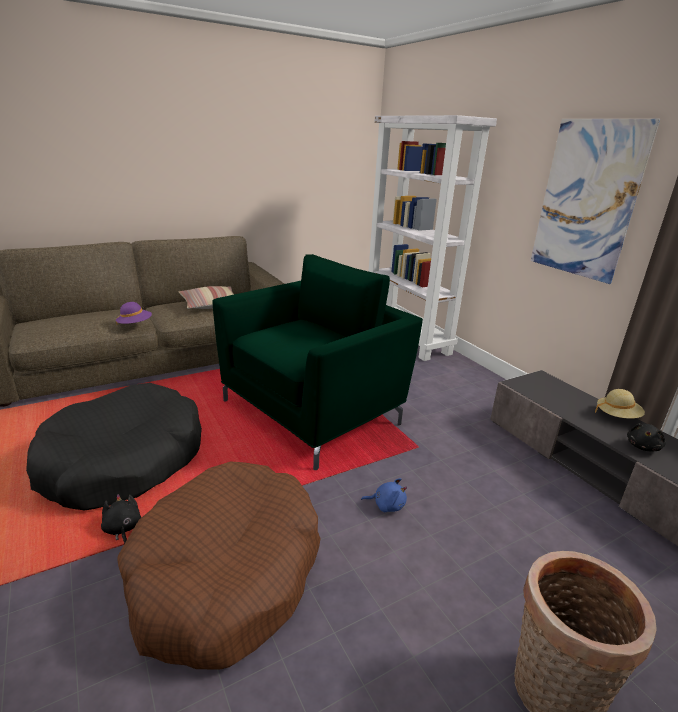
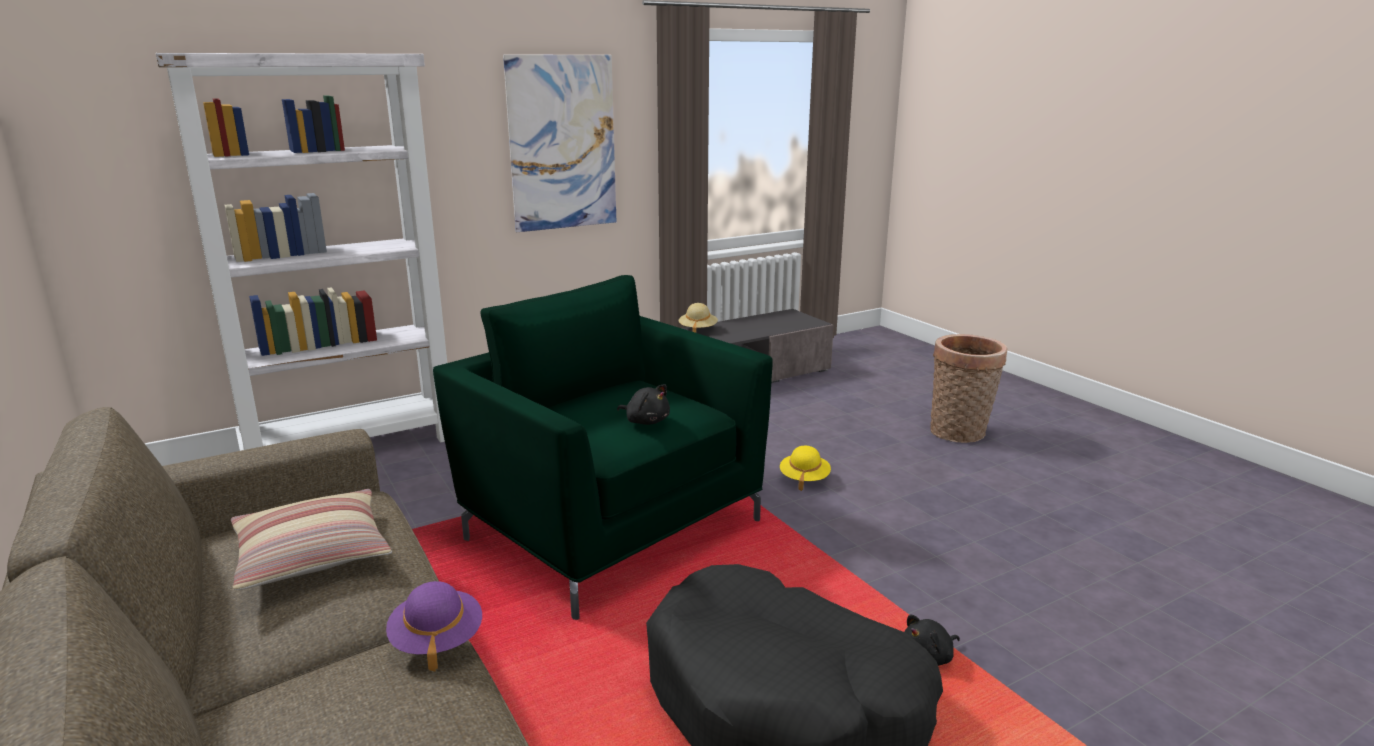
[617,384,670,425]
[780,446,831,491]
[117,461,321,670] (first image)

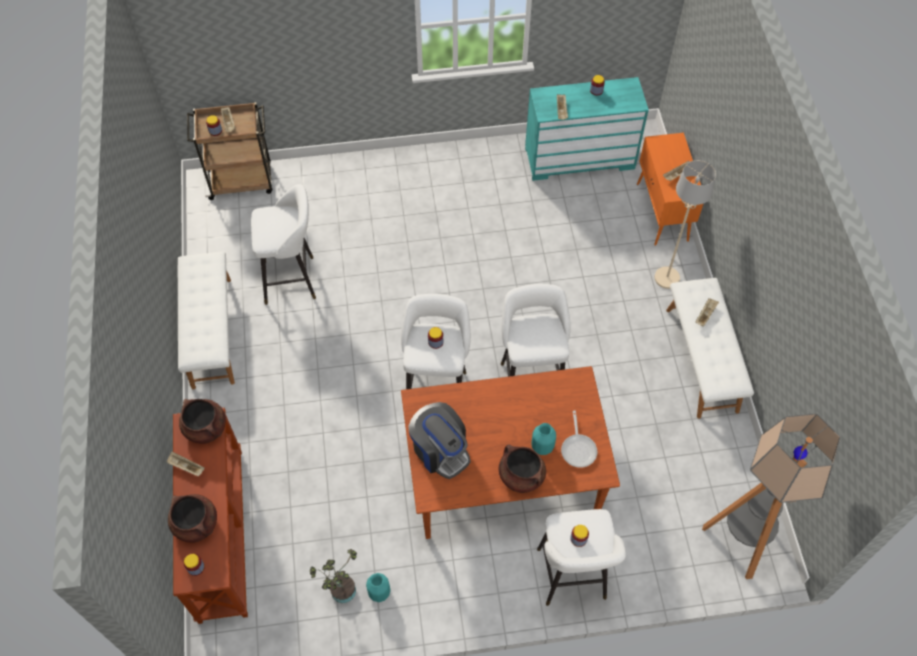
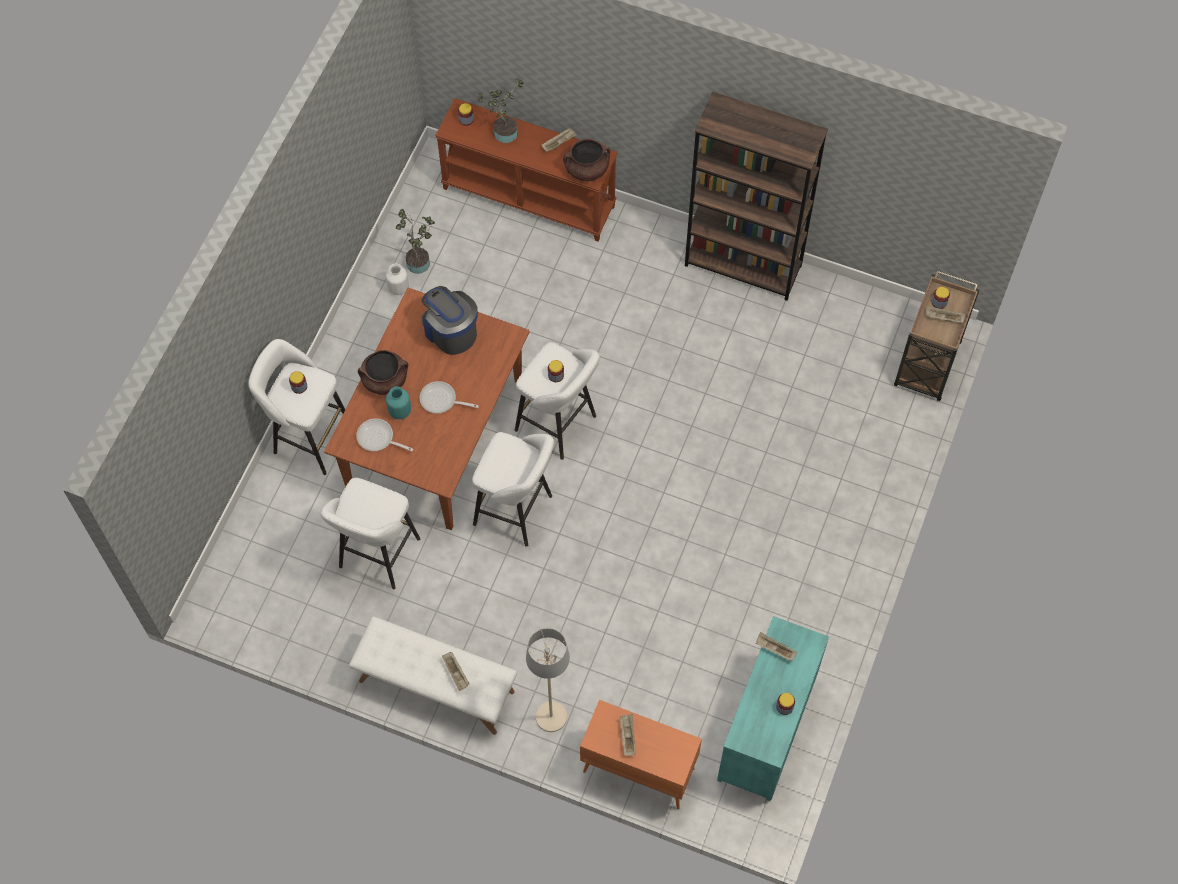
[321,478,420,589]
[386,263,409,295]
[420,381,479,413]
[421,286,478,355]
[477,79,524,143]
[685,92,828,301]
[702,413,841,579] (first image)

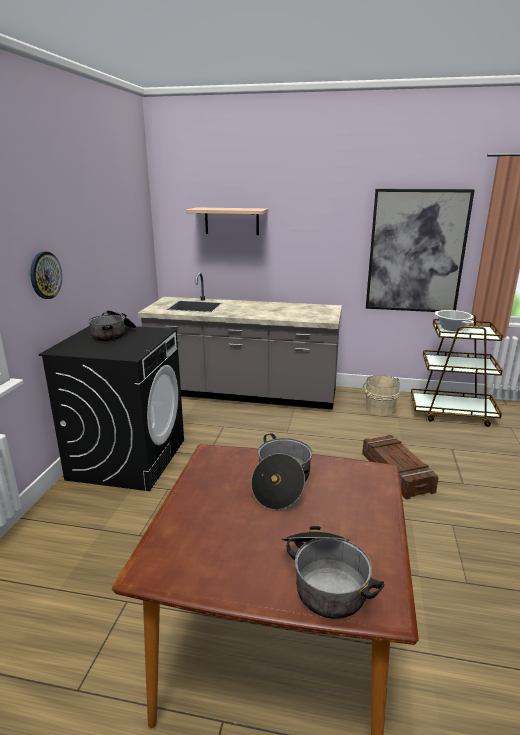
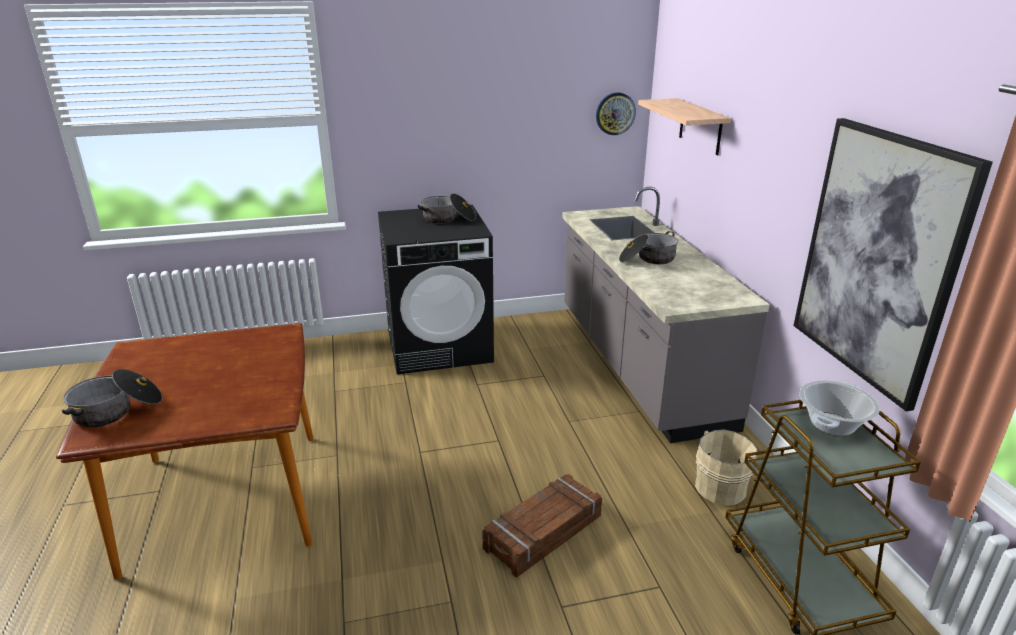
[596,92,636,135]
[619,231,678,264]

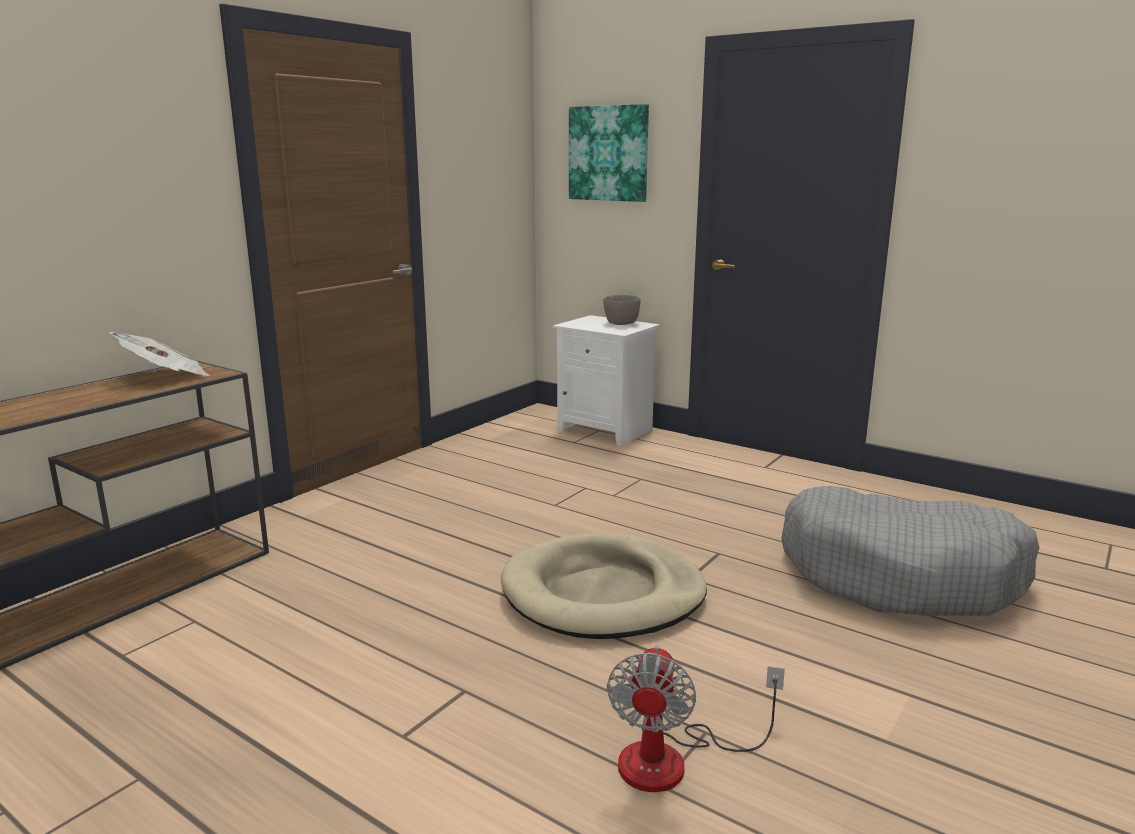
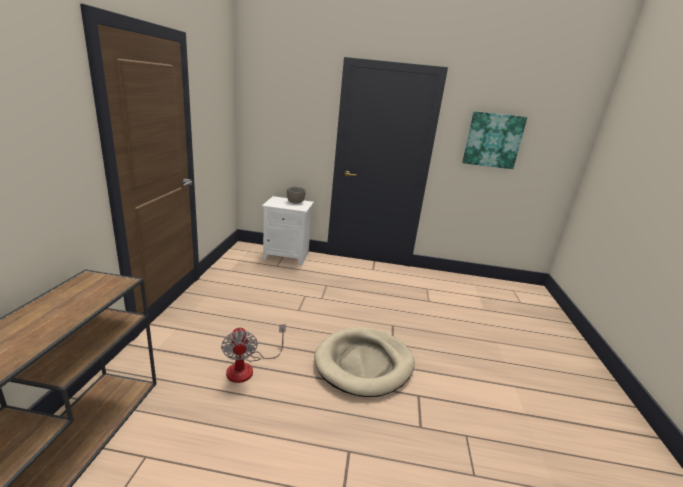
[221,324,286,383]
[462,111,527,169]
[110,332,209,376] (first image)
[781,486,1039,616] (first image)

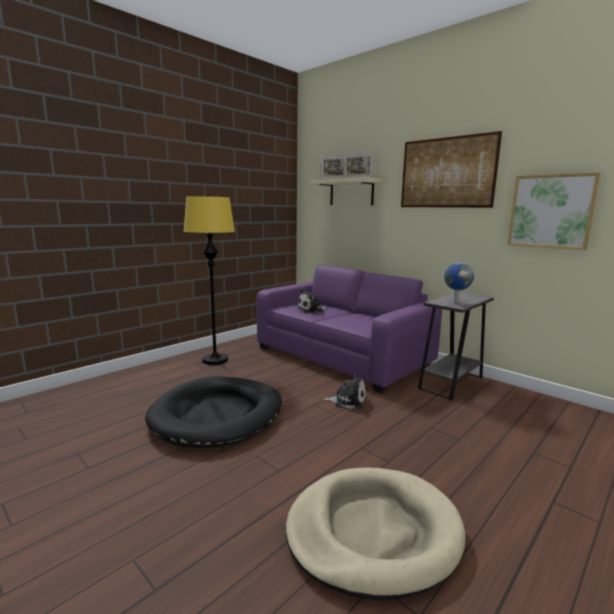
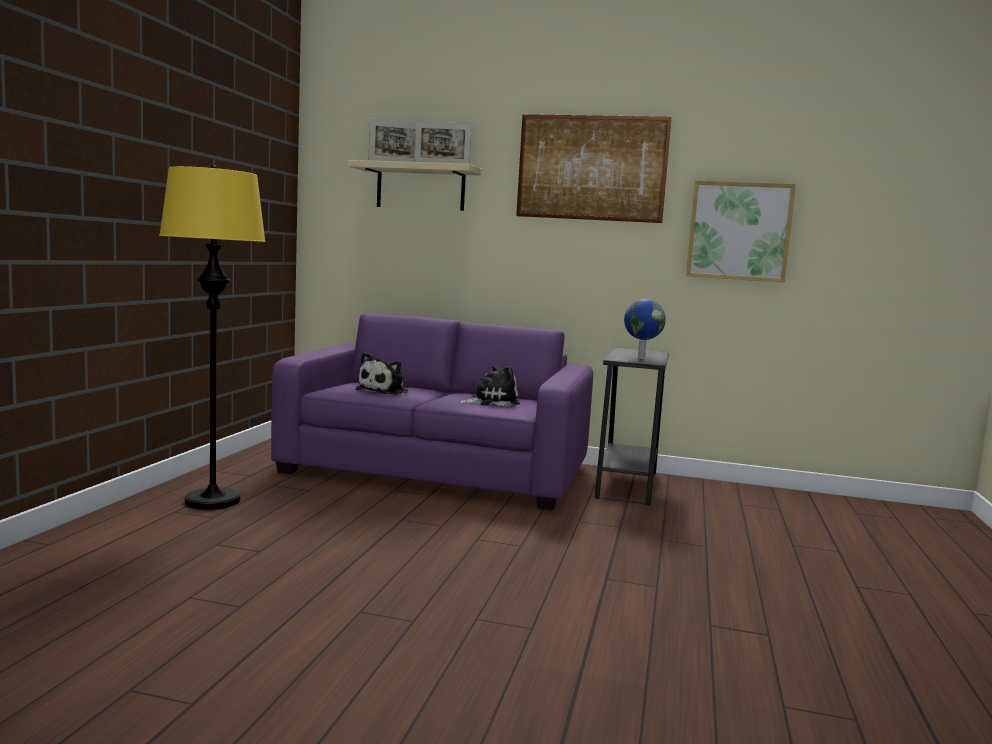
[459,365,520,407]
[145,376,282,448] (first image)
[286,468,466,600] (first image)

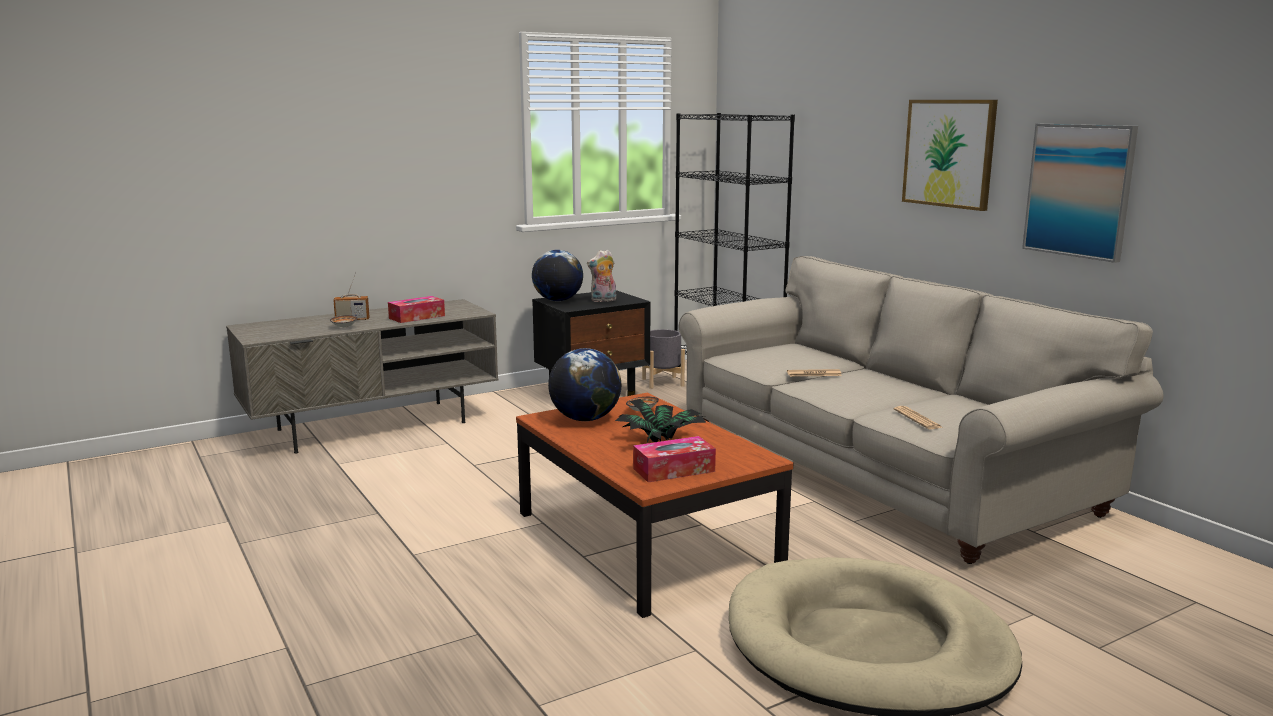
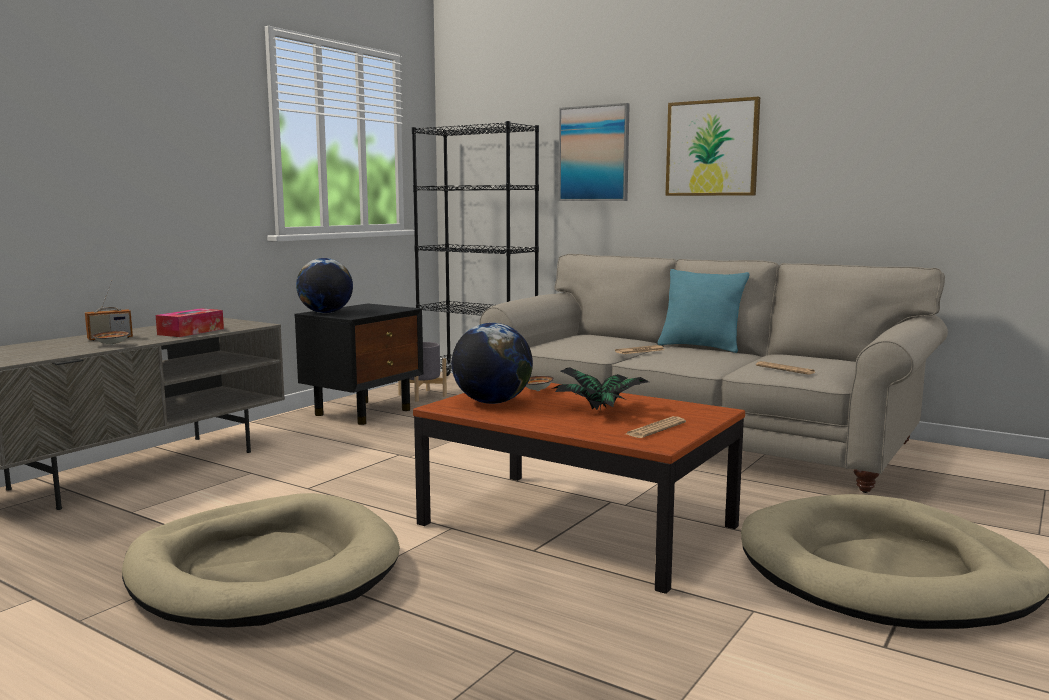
[122,493,400,627]
[559,103,630,201]
[626,416,686,438]
[658,269,749,353]
[587,250,616,302] (first image)

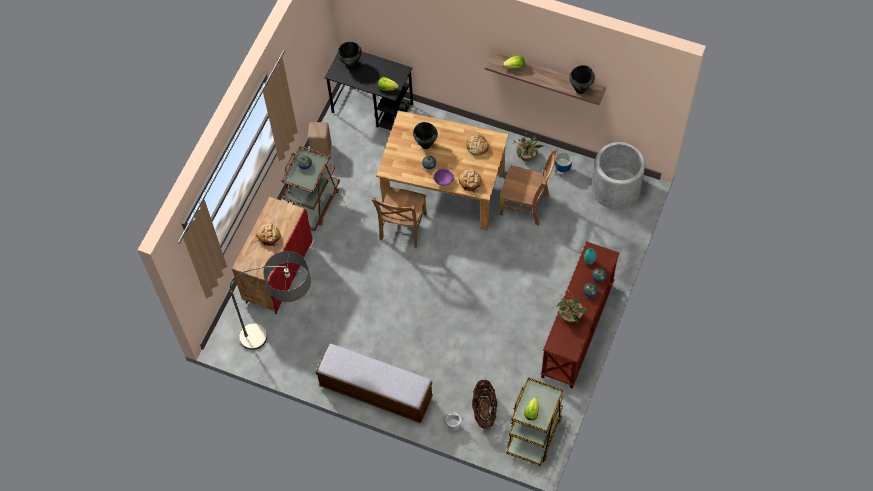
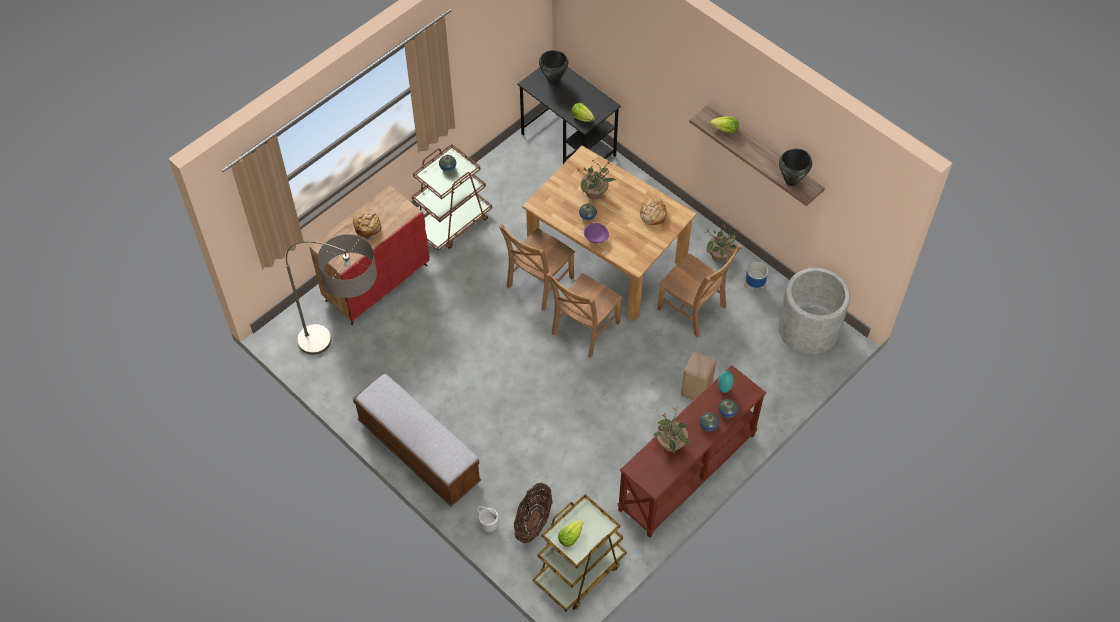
[546,272,623,358]
[576,159,616,200]
[681,352,716,401]
[458,169,482,194] (first image)

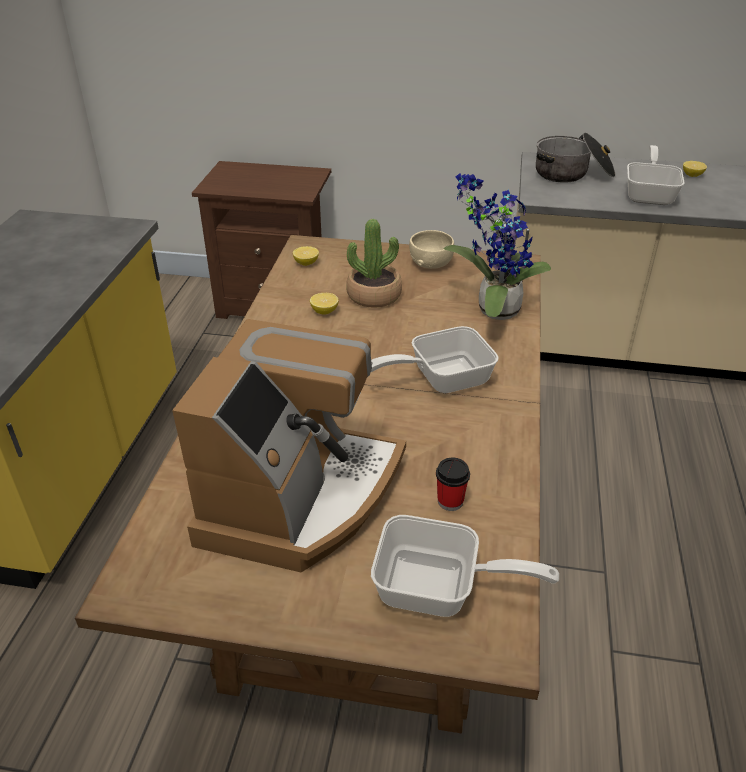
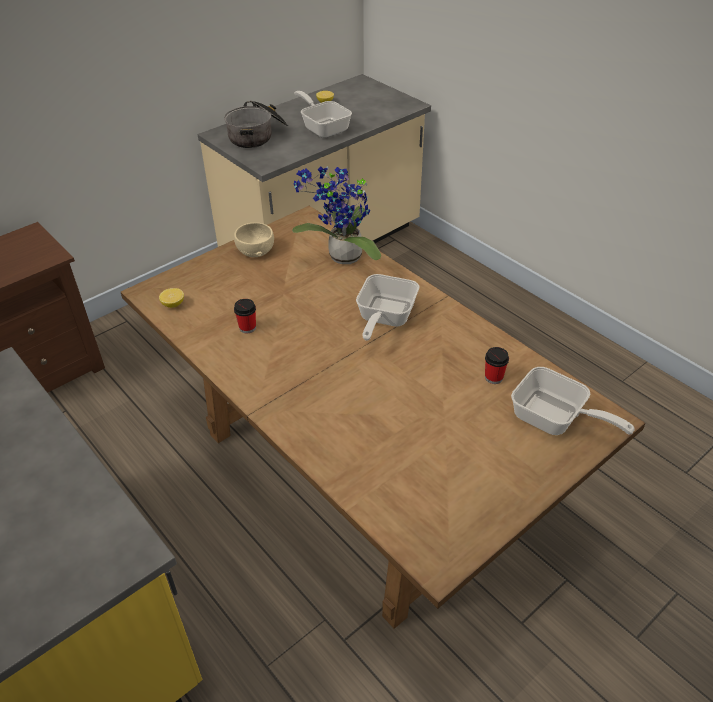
[234,299,256,334]
[511,367,635,435]
[172,319,406,573] (first image)
[346,219,402,308] (first image)

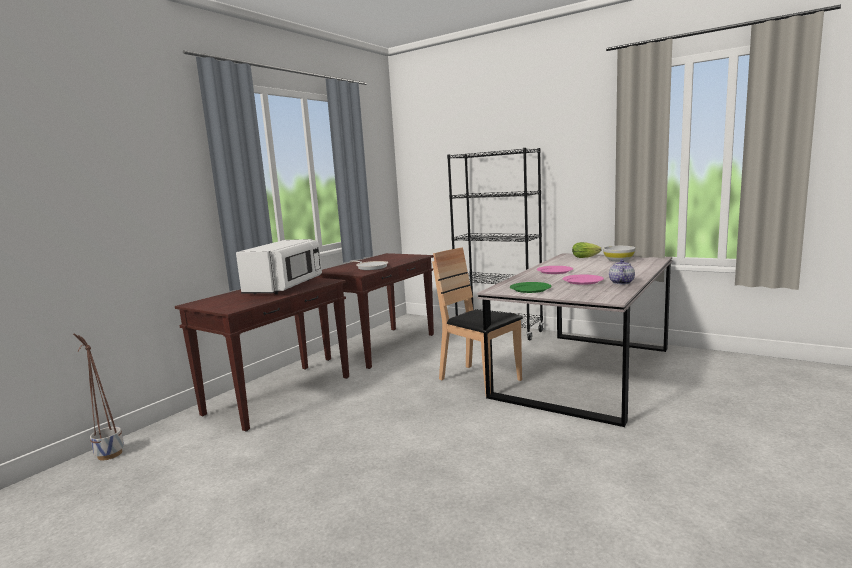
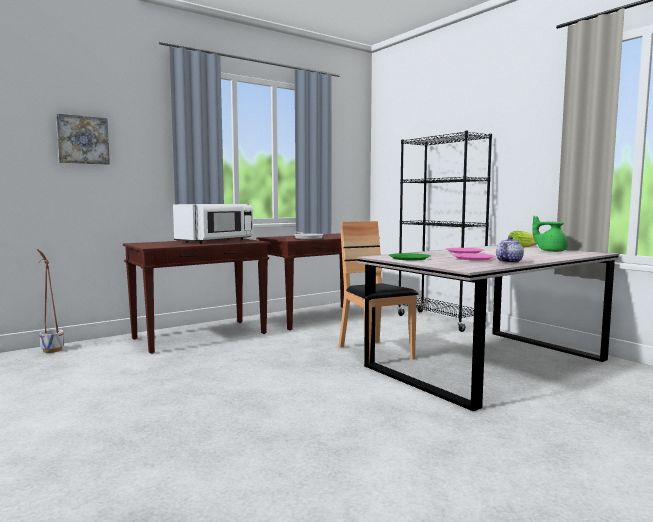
[56,114,110,165]
[532,215,568,252]

